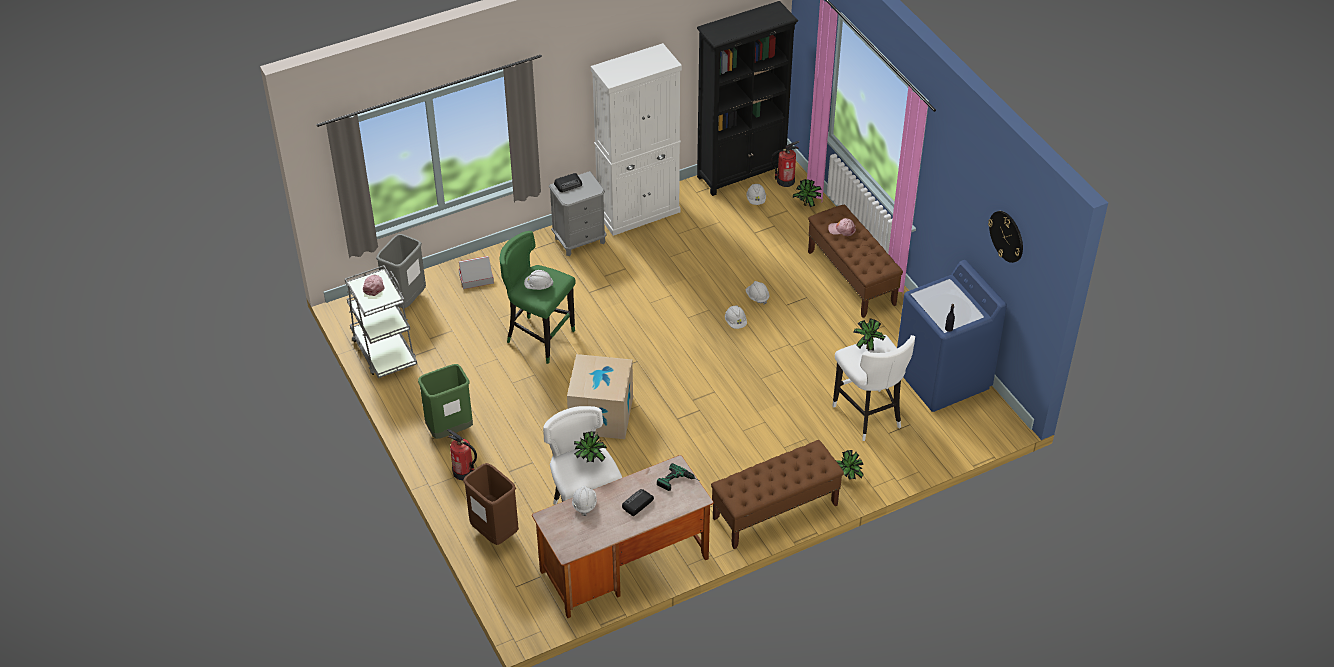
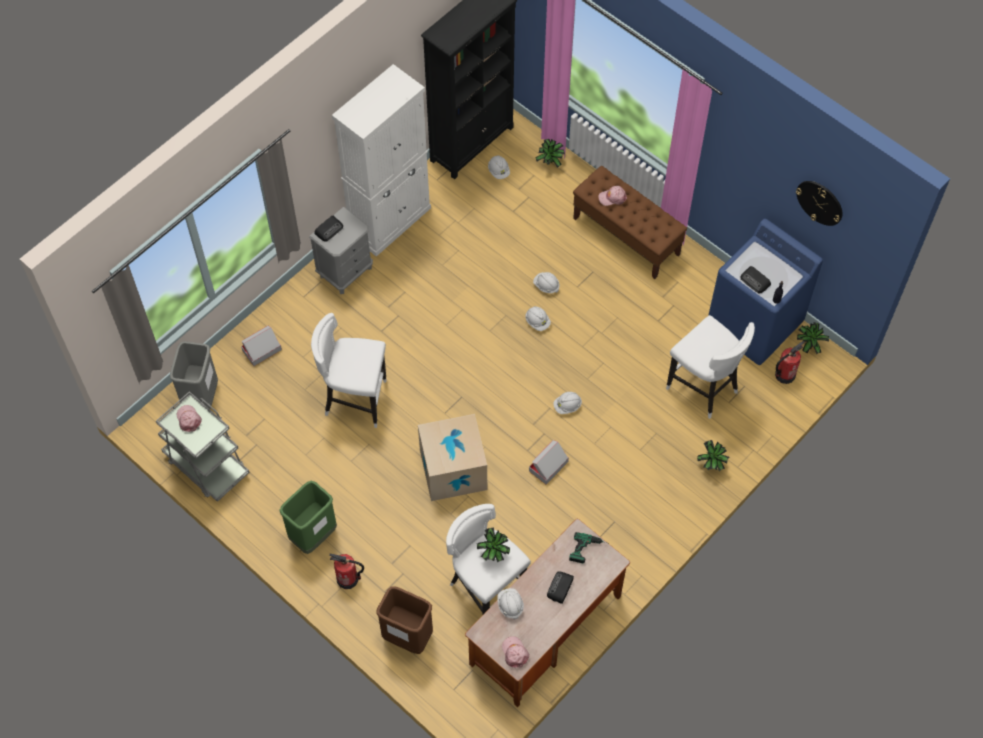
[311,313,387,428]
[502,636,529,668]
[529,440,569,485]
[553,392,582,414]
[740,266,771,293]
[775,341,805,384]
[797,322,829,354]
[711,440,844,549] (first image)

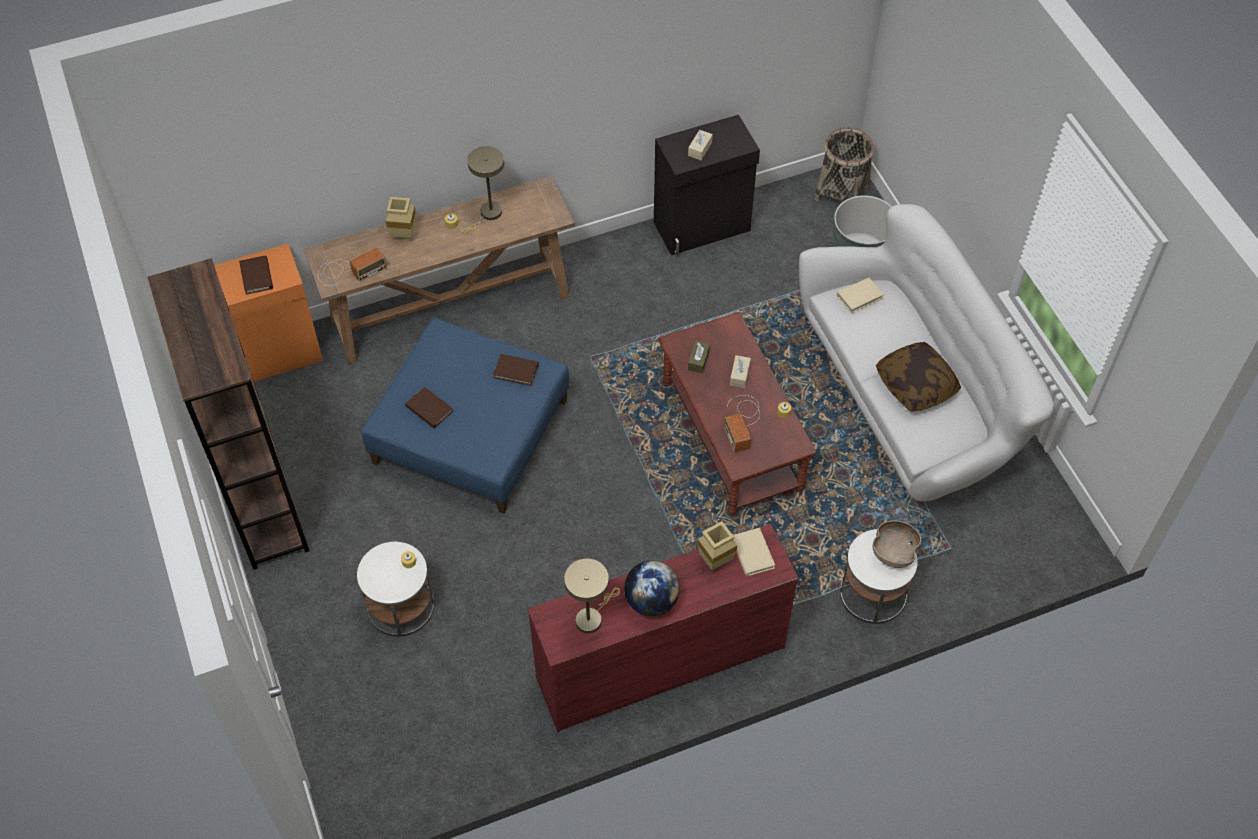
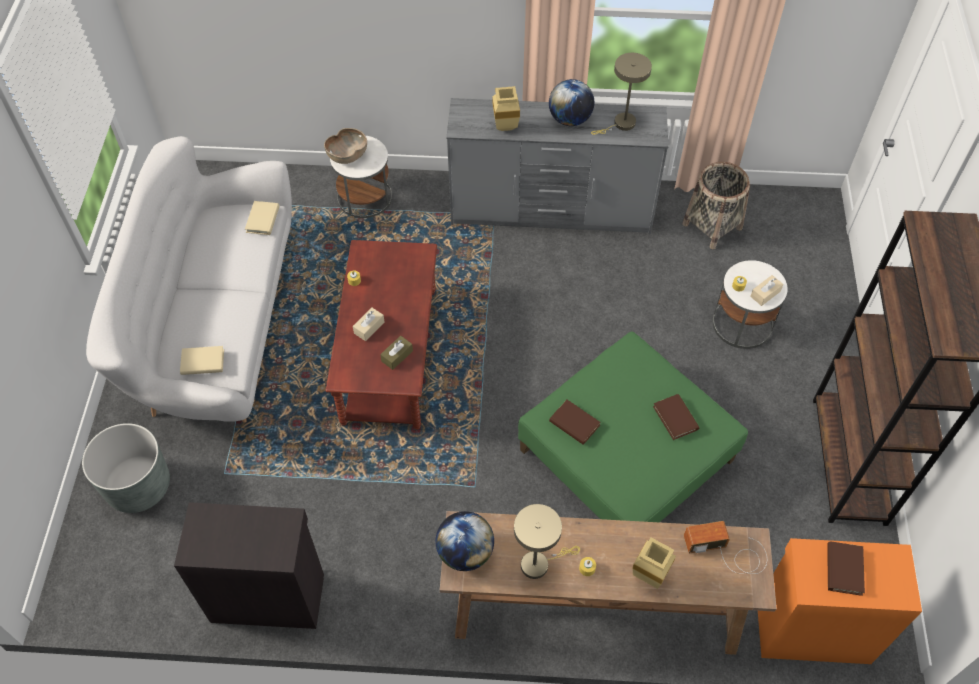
[245,201,279,235]
[436,511,494,571]
[446,98,668,234]
[518,332,748,522]
[682,162,750,249]
[750,275,783,306]
[724,395,760,453] (first image)
[876,342,961,412] (first image)

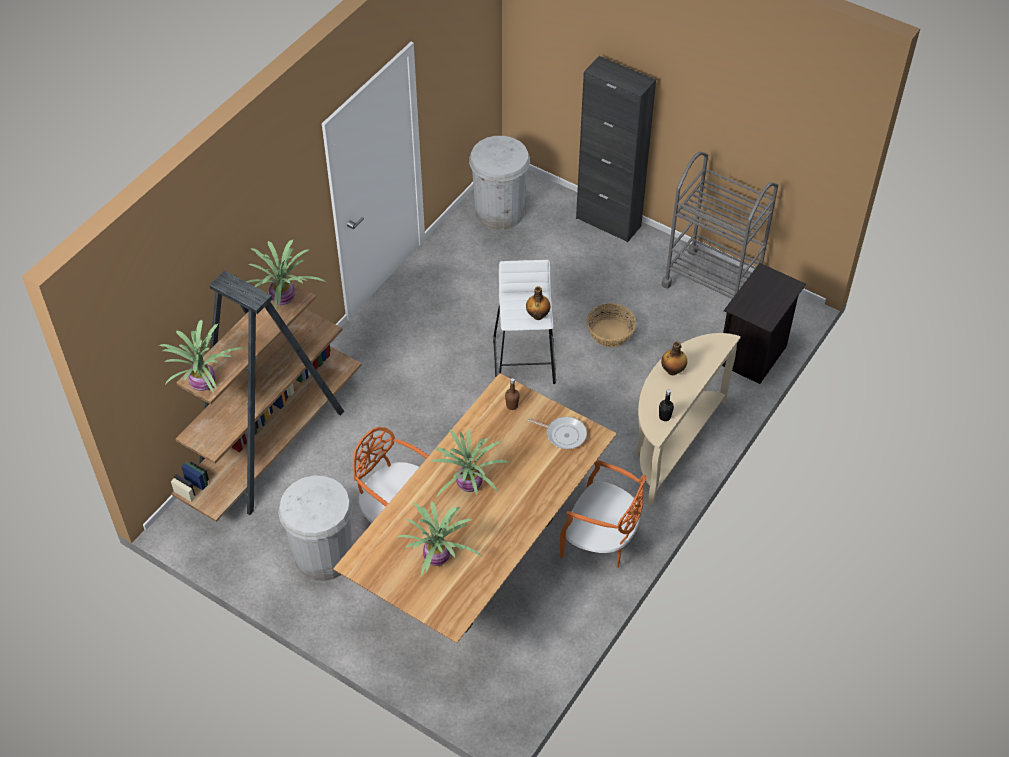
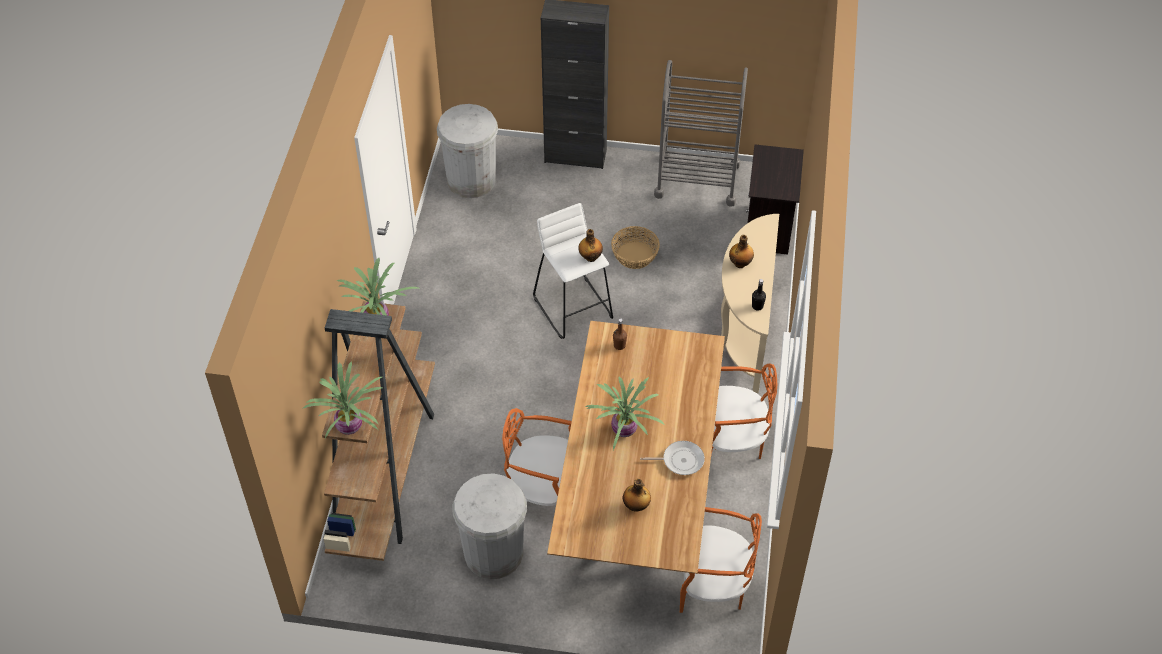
[623,479,651,512]
[640,441,705,475]
[680,507,762,613]

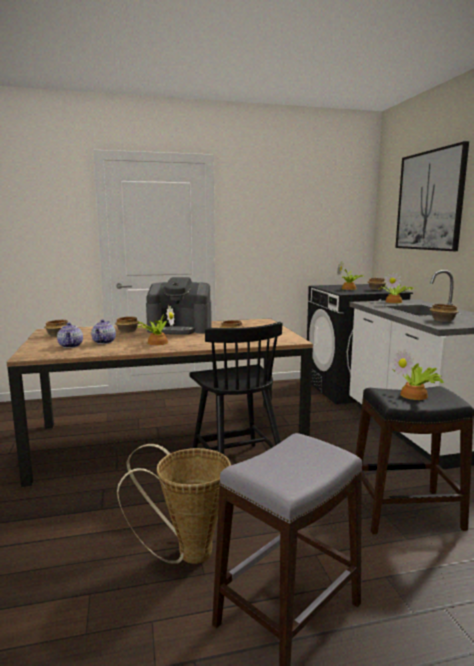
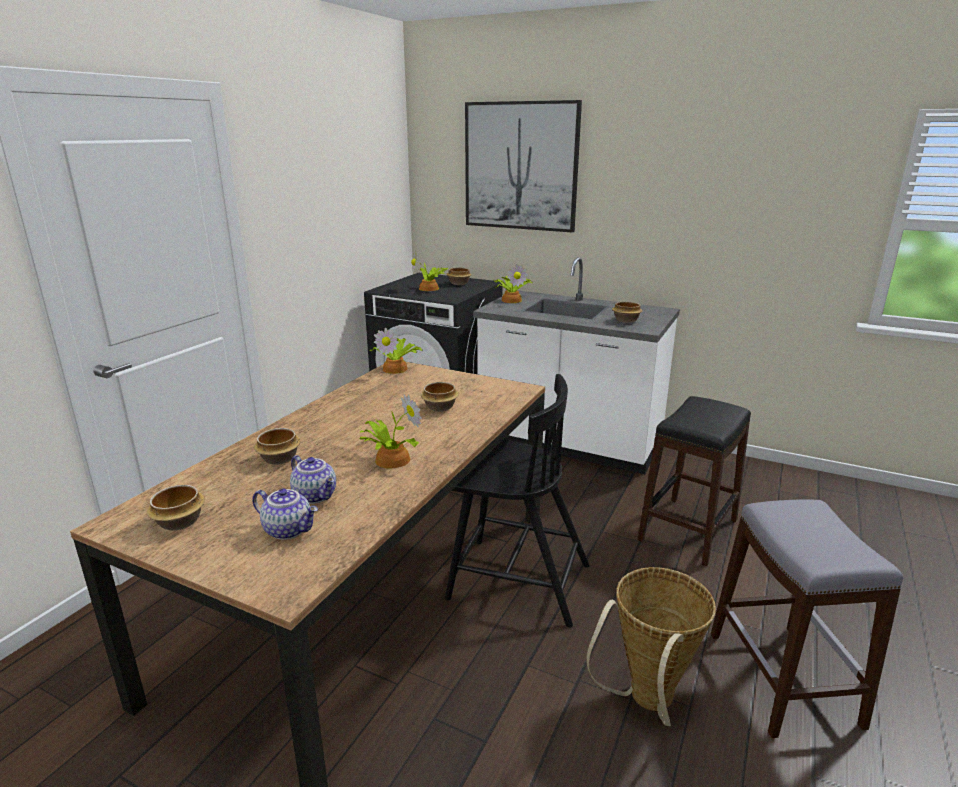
[370,328,423,374]
[146,277,212,335] (first image)

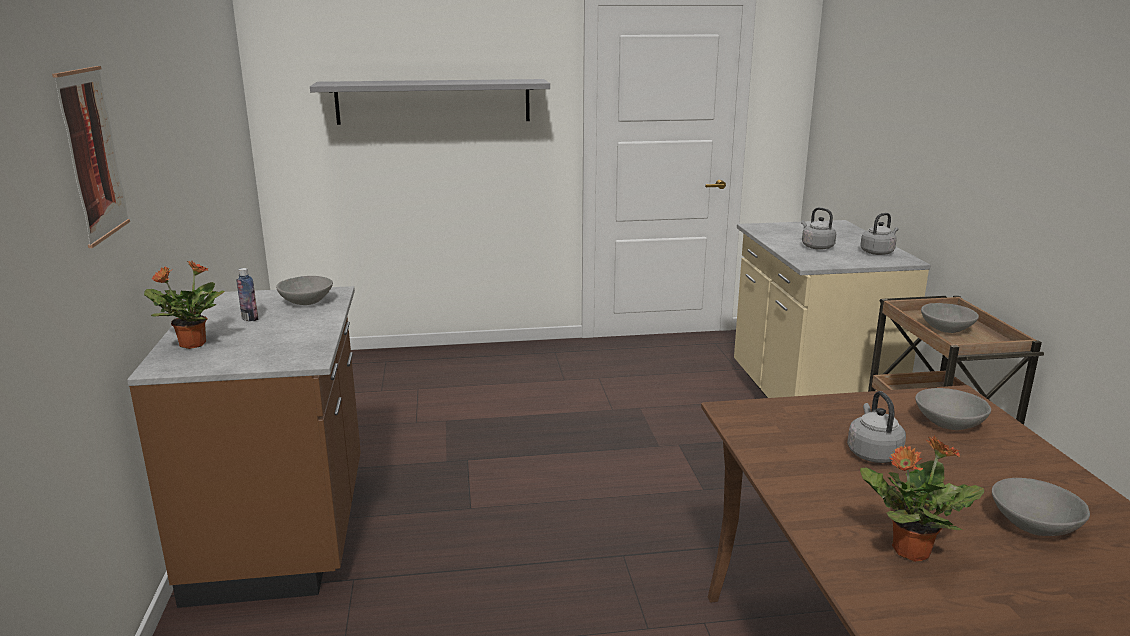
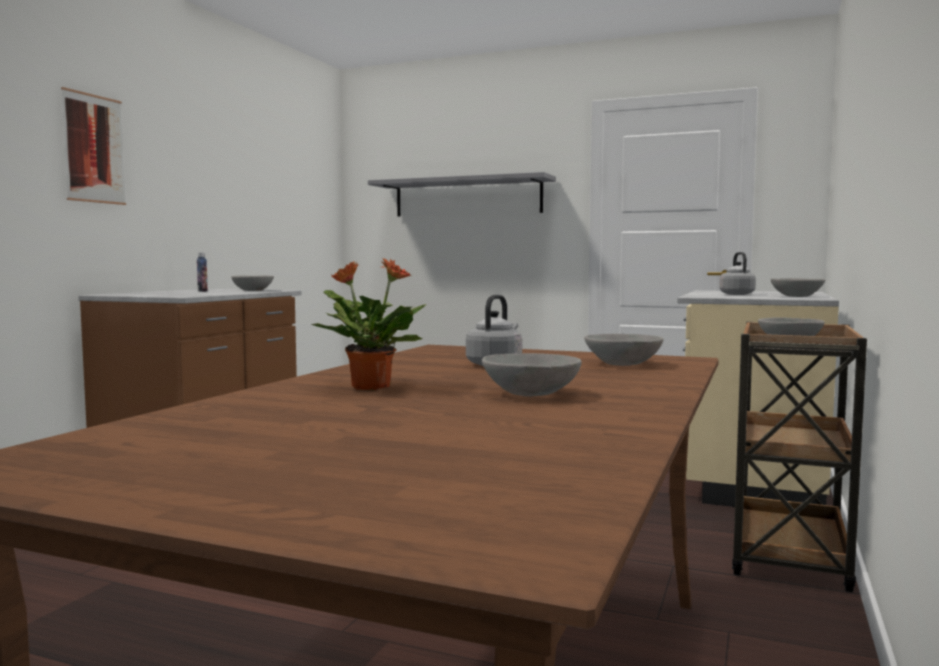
[771,278,825,297]
[144,261,225,349] (first image)

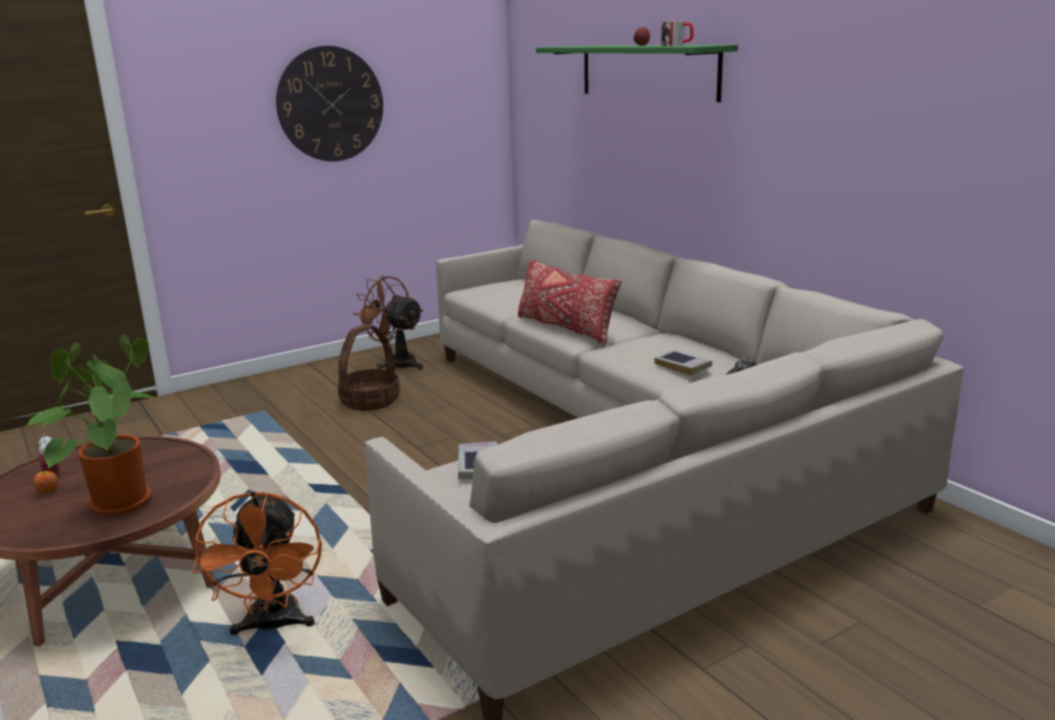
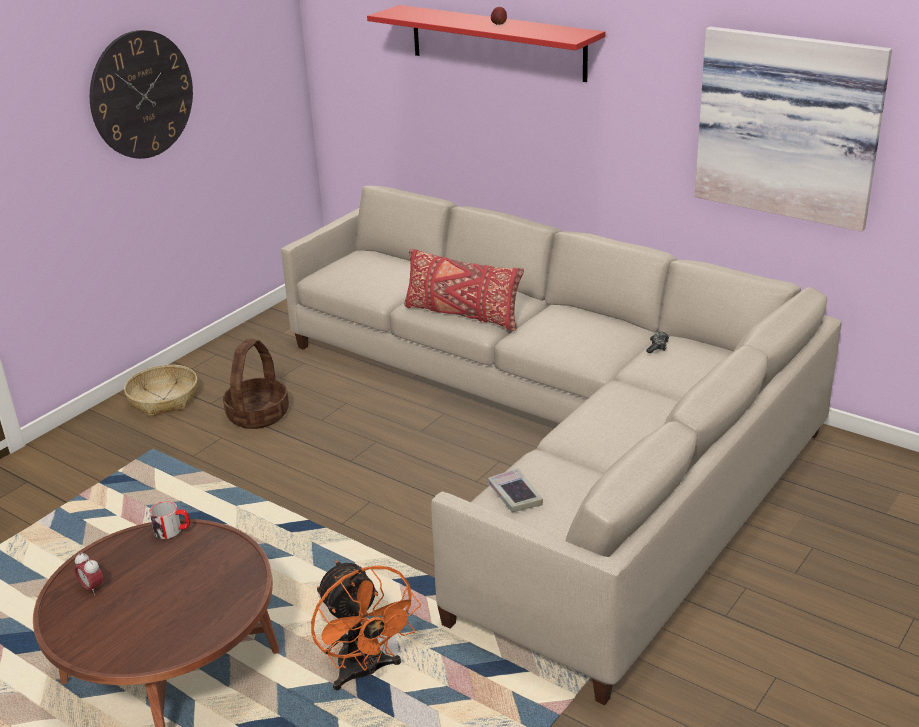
[124,365,197,417]
[149,501,190,539]
[367,5,605,82]
[695,26,892,232]
[24,335,155,516] (first image)
[33,468,58,493] (first image)
[353,276,423,370] (first image)
[654,350,712,376] (first image)

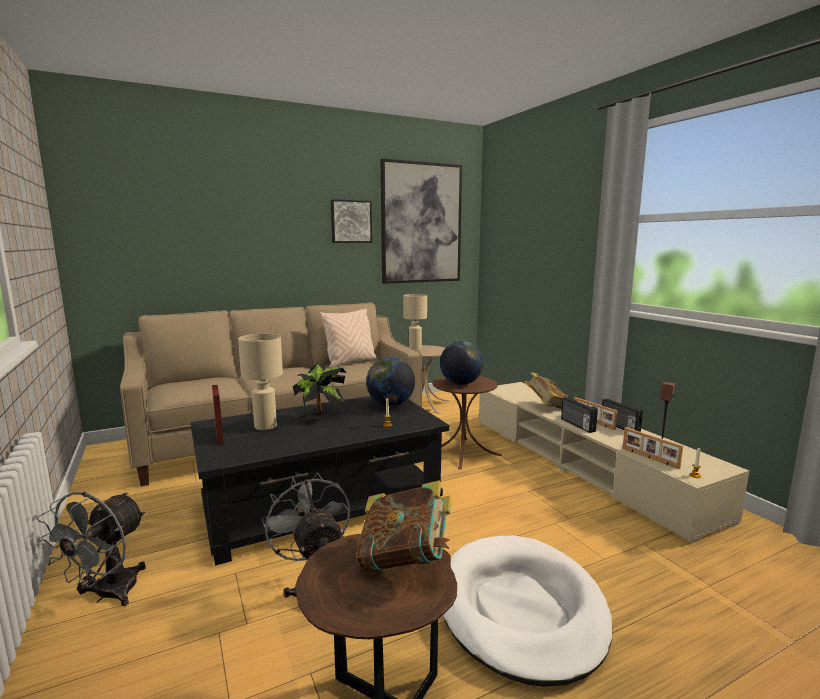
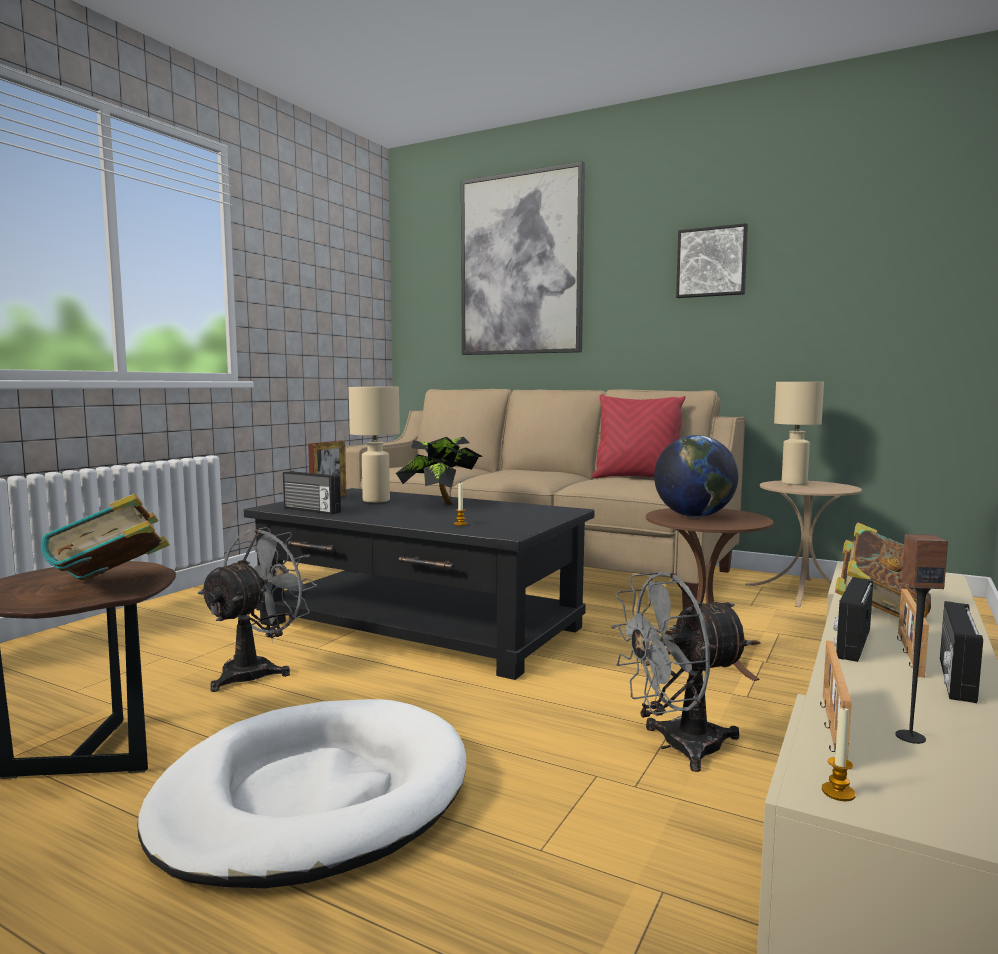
[283,471,341,515]
[461,161,585,355]
[592,394,685,478]
[611,571,751,772]
[366,357,415,407] (first image)

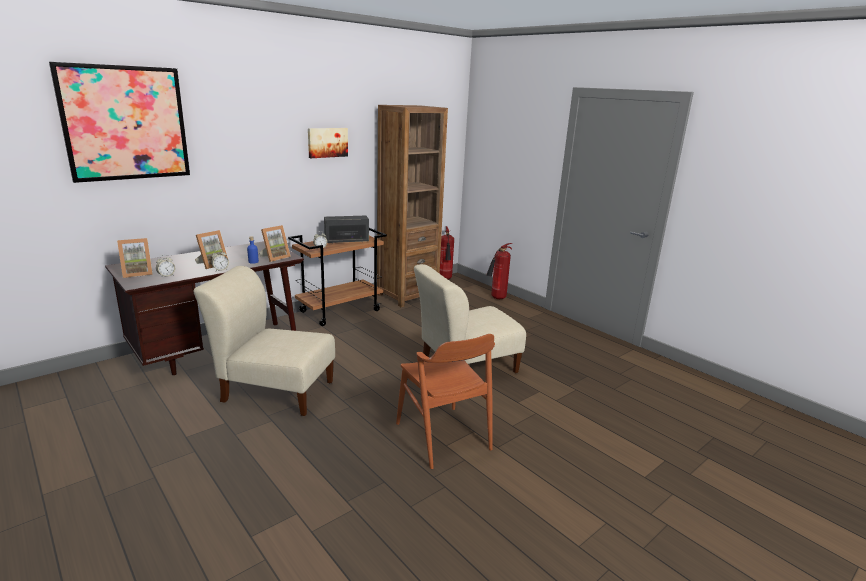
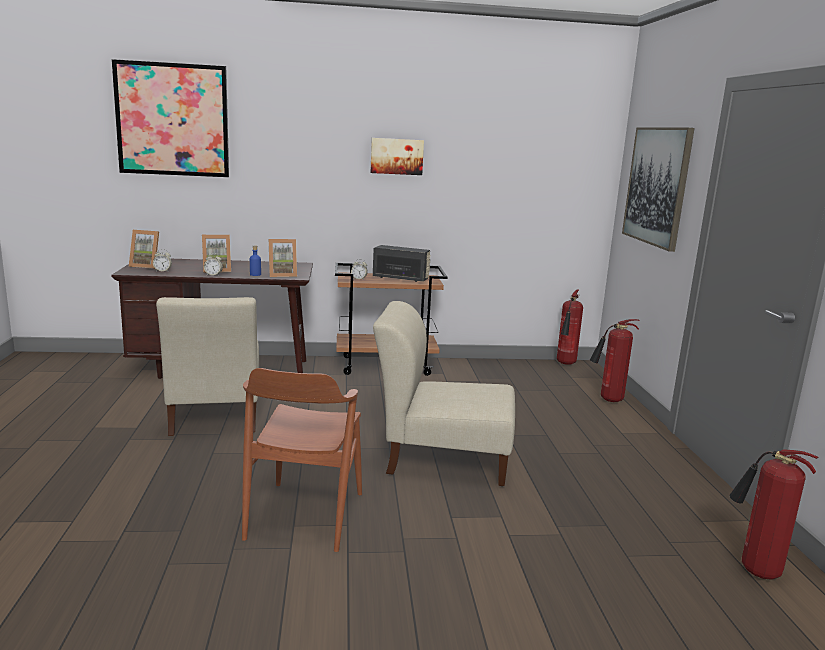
[156,297,259,436]
[622,128,695,252]
[729,449,819,579]
[377,105,448,307] (first image)

